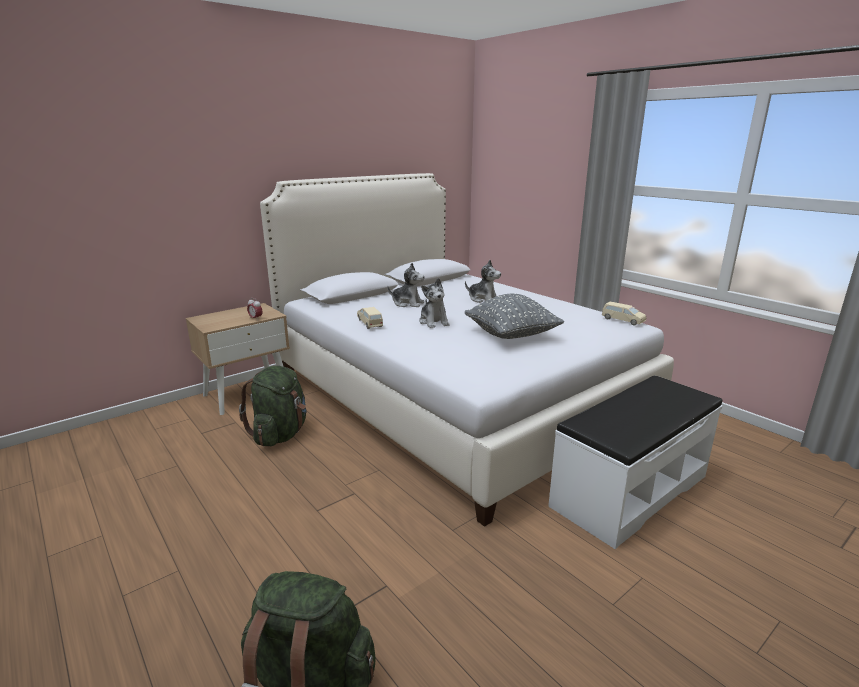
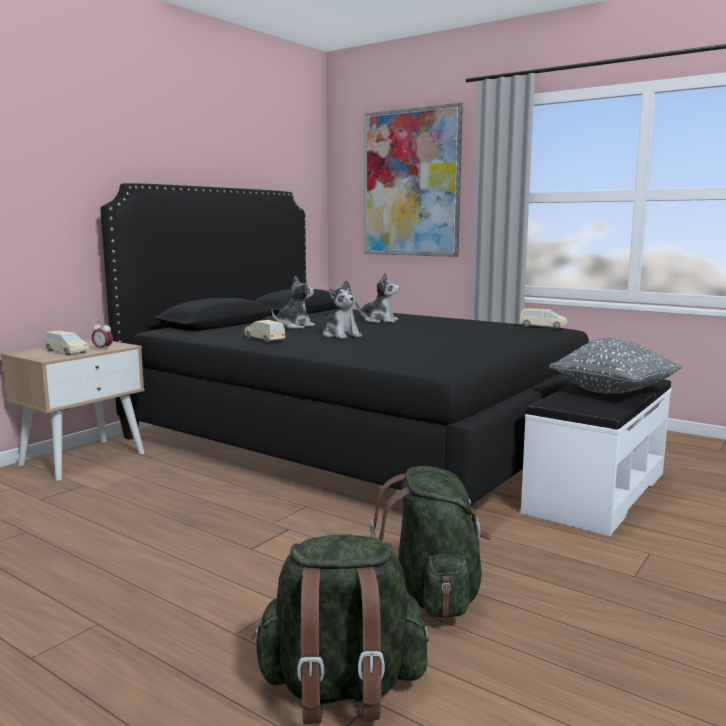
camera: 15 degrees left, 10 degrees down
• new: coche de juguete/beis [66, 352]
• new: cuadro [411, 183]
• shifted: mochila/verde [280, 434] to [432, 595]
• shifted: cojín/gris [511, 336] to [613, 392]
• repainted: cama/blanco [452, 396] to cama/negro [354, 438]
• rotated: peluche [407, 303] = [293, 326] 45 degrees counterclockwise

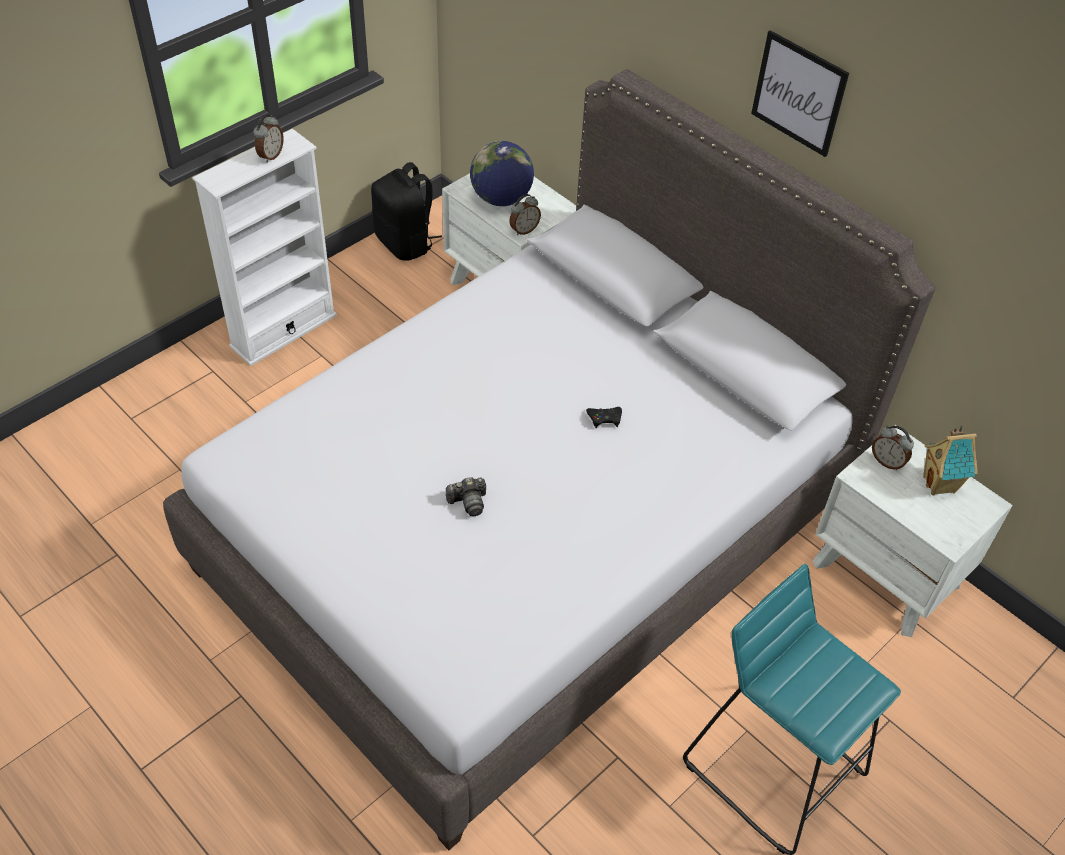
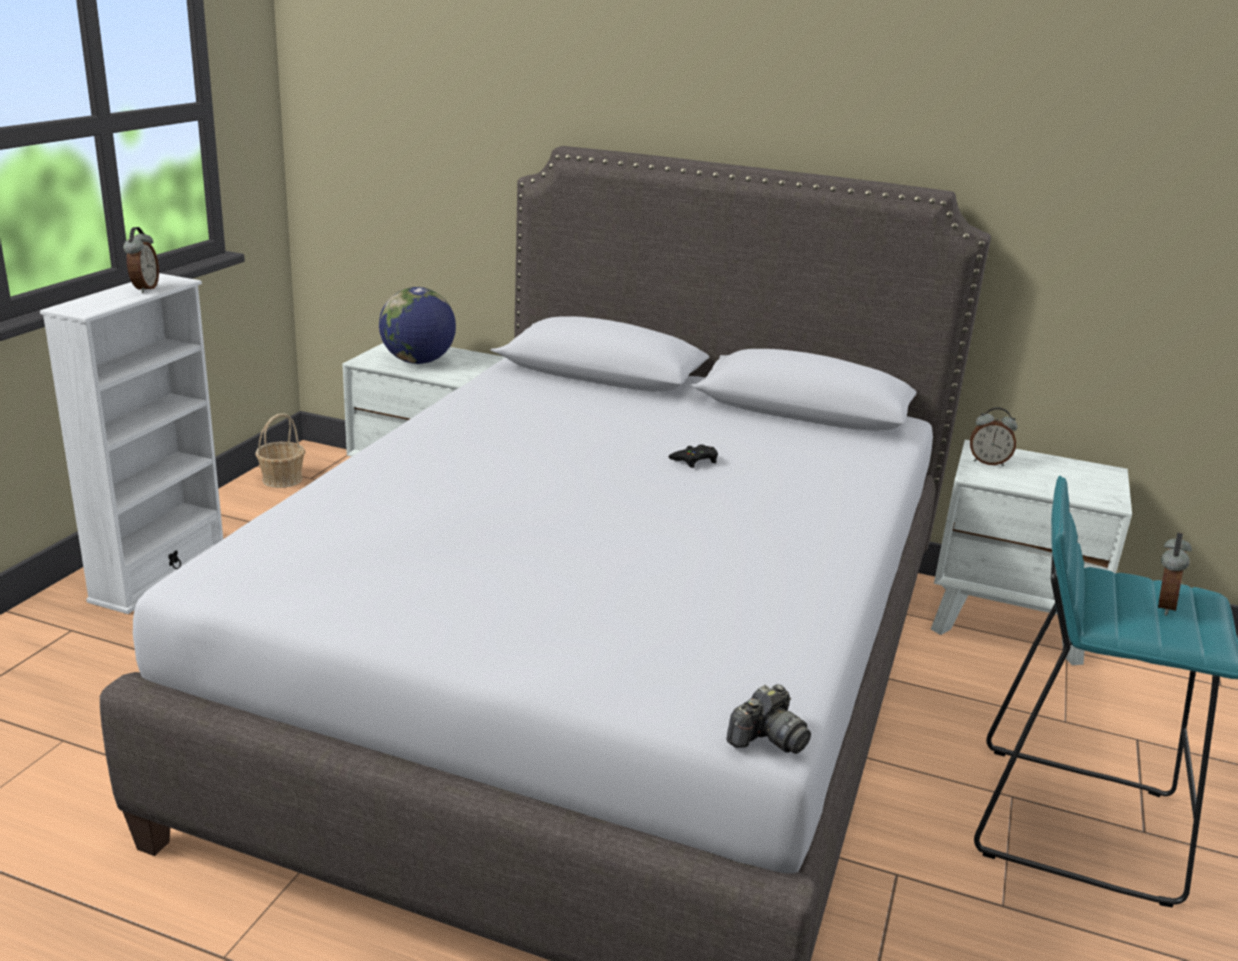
camera: 25 degrees left, 25 degrees down
• gone: cuadro [799, 93]
• gone: casita [940, 484]
• shifted: cámara [468, 502] to [767, 738]
• shifted: despertador [524, 230] to [1161, 605]
• swapped: mochila/negro [406, 243] to cesta [282, 479]

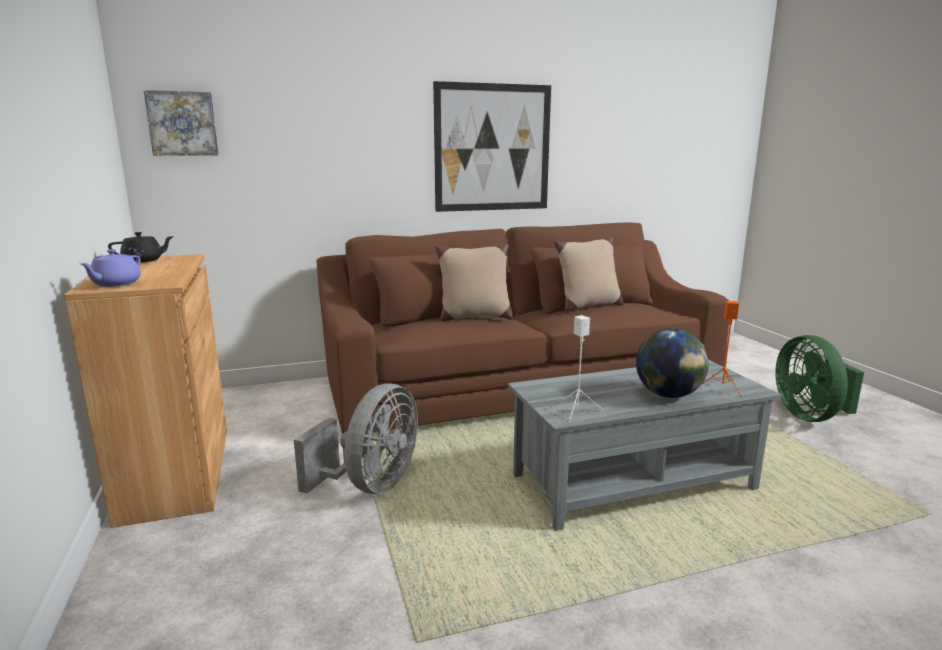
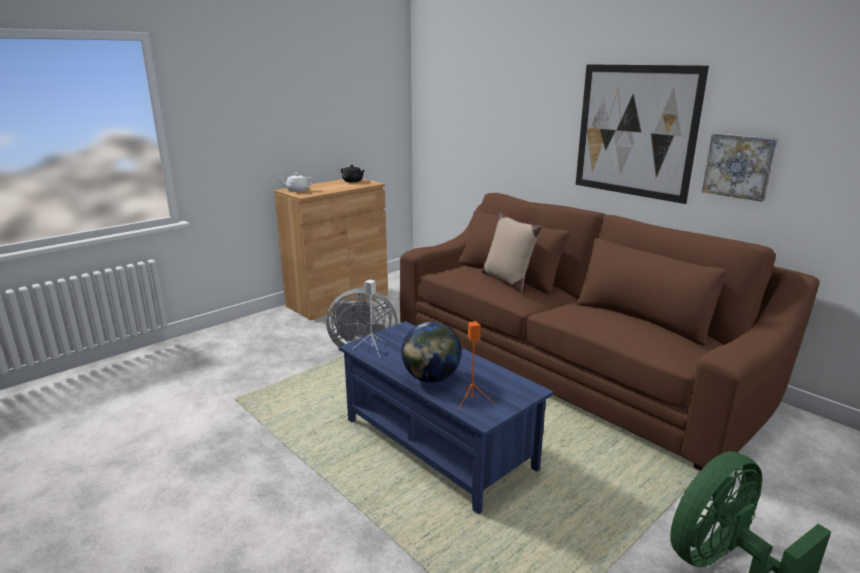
camera: 65 degrees right, 5 degrees up
• gone: cojín/beis [588, 306]
• shifted: cuadro [182, 124] to [739, 166]
• repainted: tetera/morado [115, 284] to tetera/blanco [296, 190]
• repainted: mesa de centro/gris [633, 482] to mesa de centro/azul [438, 444]

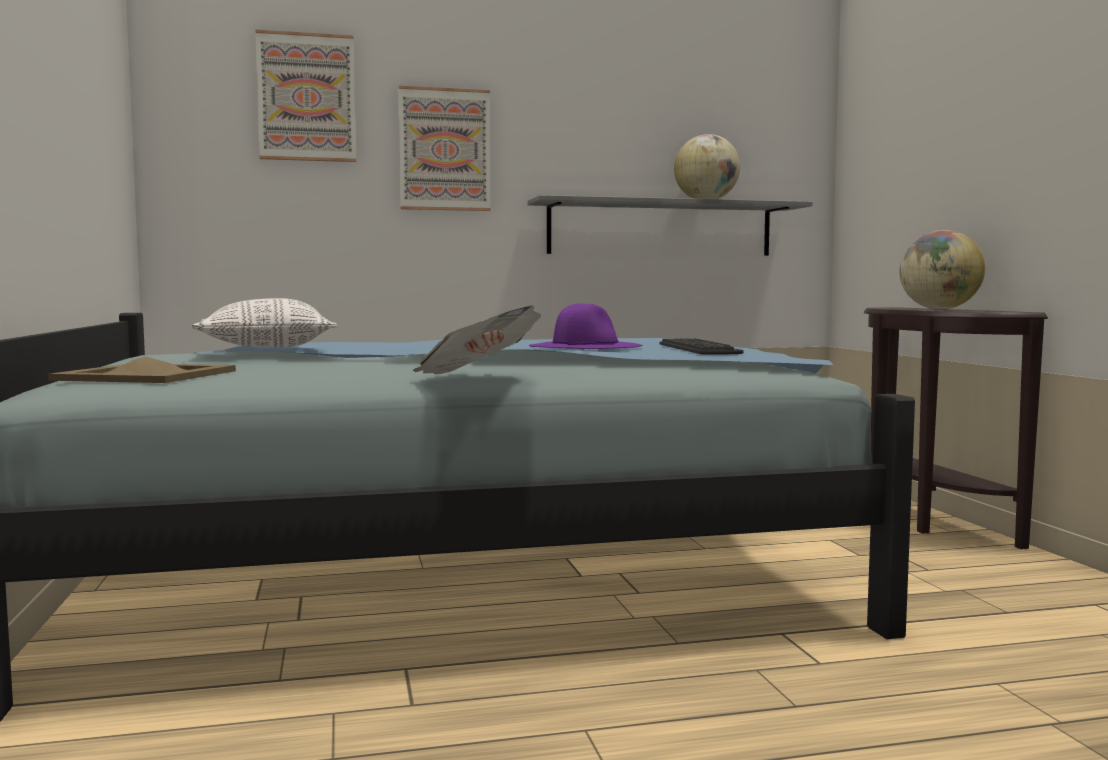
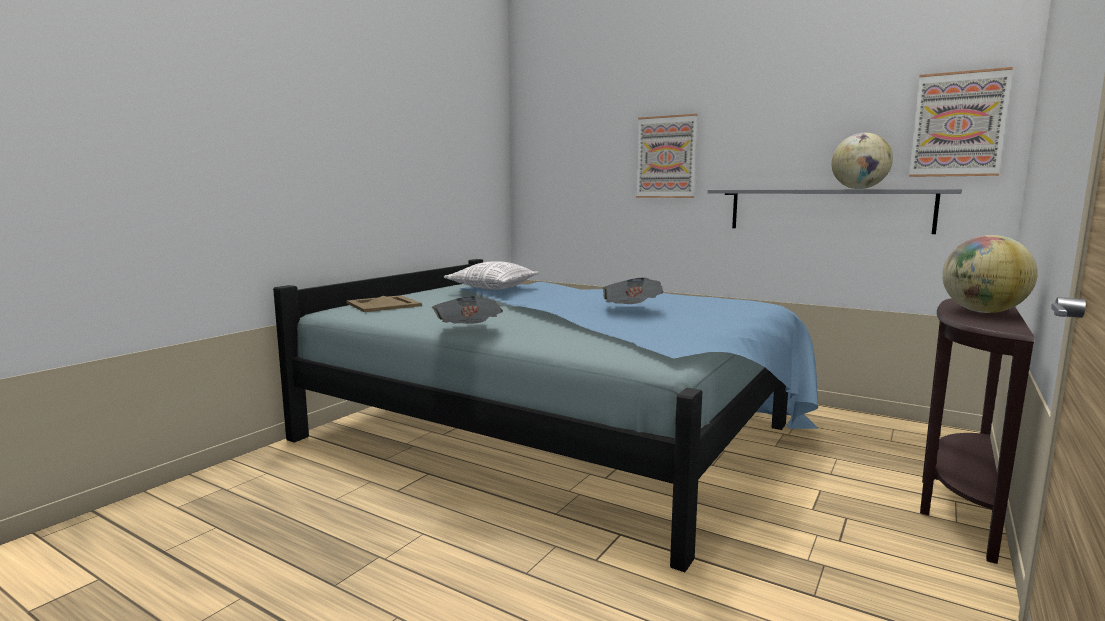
camera: 45 degrees right, 5 degrees up
• gone: teclado [698, 349]
• shifted: cuadro [306, 97] to [958, 124]
• swapped: sombrero/morado [585, 346] to periódico [631, 309]

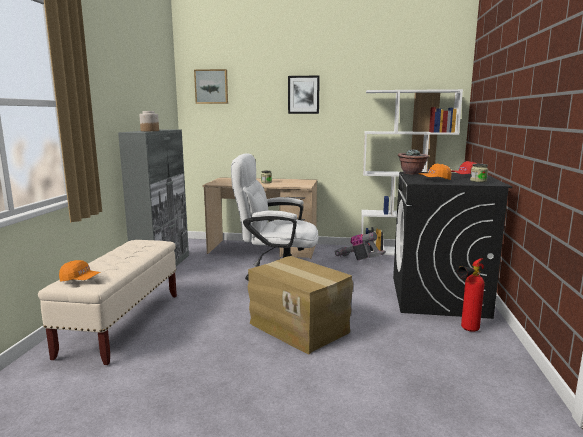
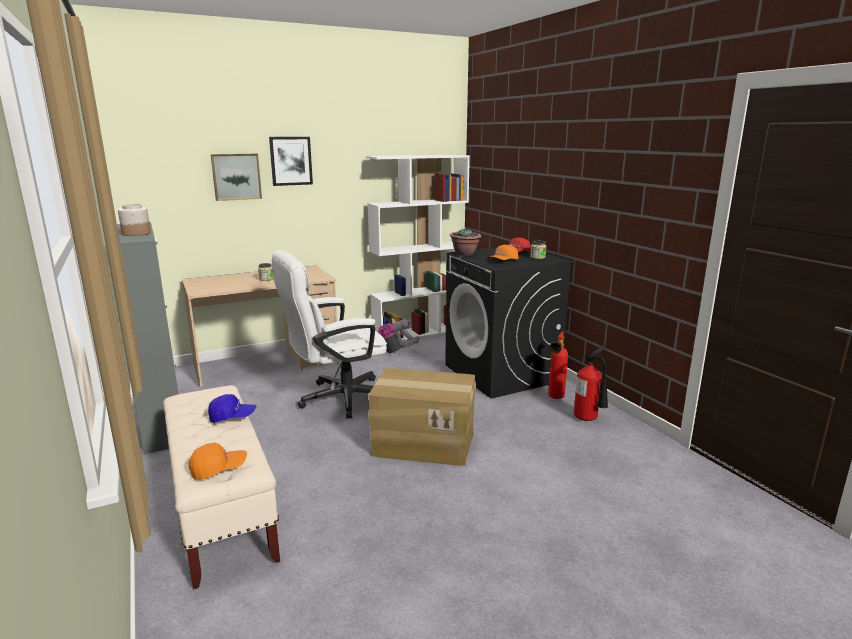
camera: 35 degrees left, 5 degrees up
• new: gorra/azul [232, 417]
• new: extintor [589, 419]
• shifted: cuadro [211, 86] to [236, 176]

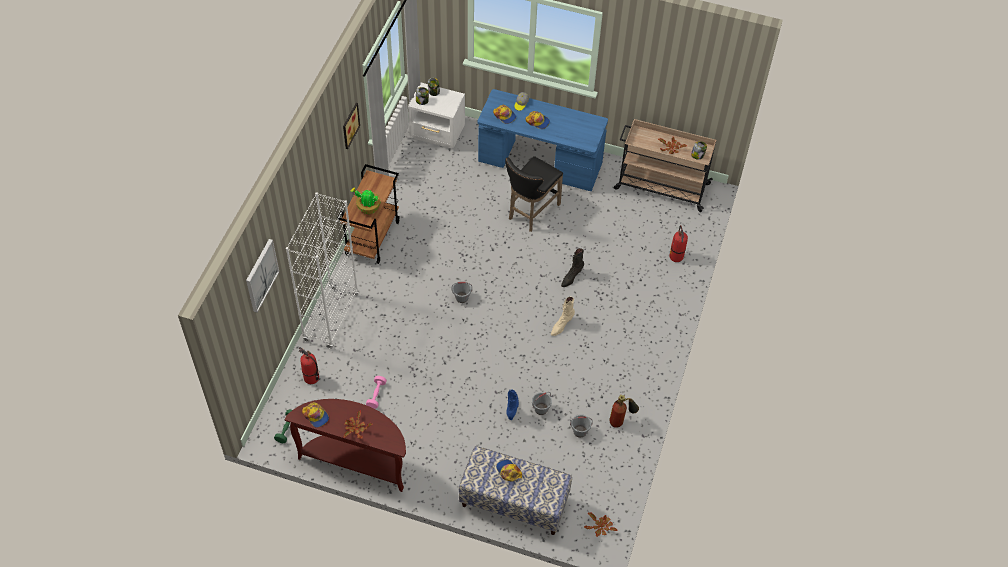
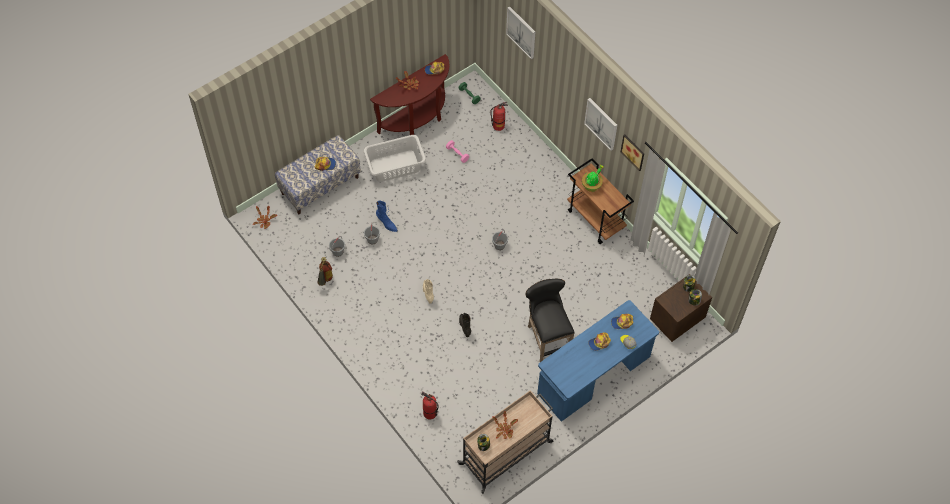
camera: 125 degrees right, 5 degrees up
• gone: estantería/blanco [331, 318]
• new: cesto de la ropa/gris [395, 166]
• new: cuadro [601, 123]
• repainted: mesita de noche/blanco [438, 134] to mesita de noche/marrón [675, 320]

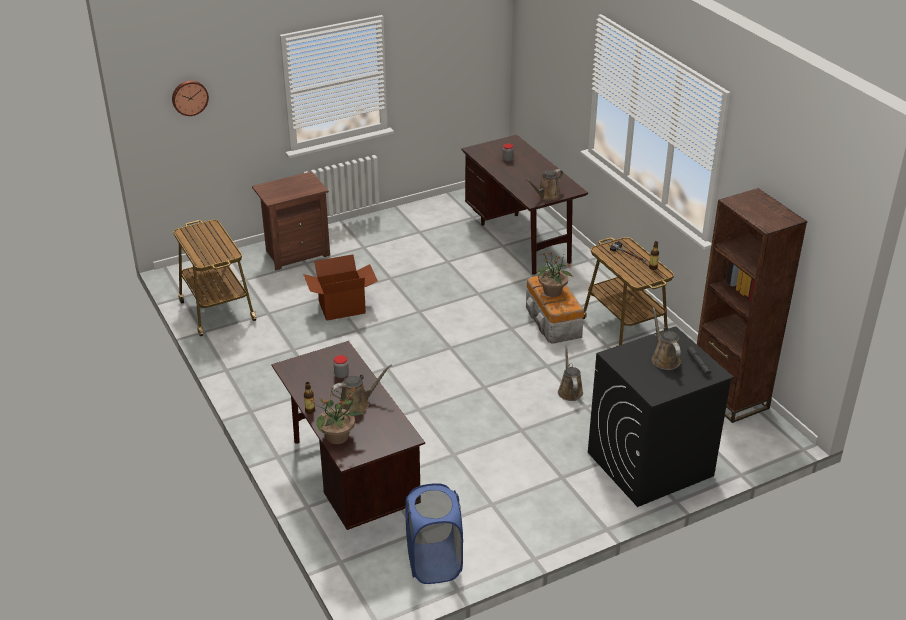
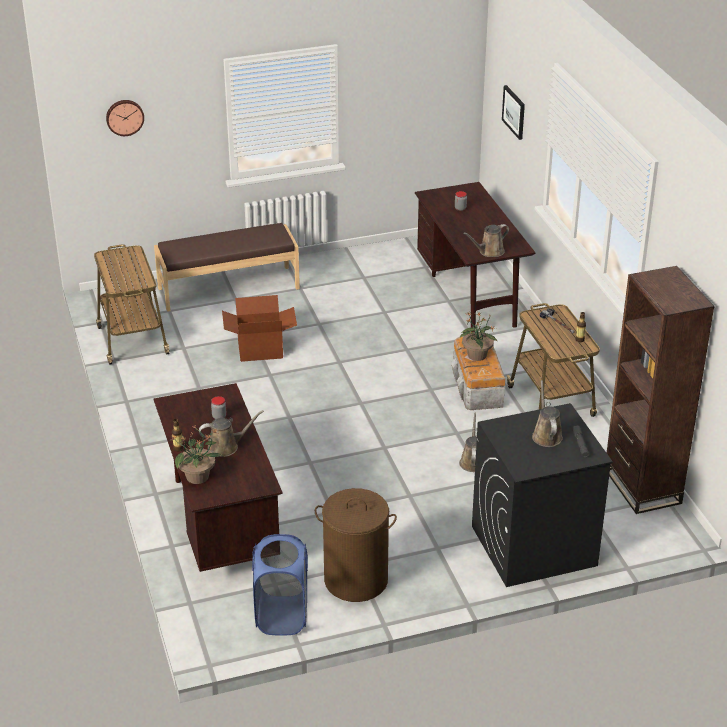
camera: 10 degrees right, 0 degrees up
• new: cesto de la ropa/marrón [355, 580]
• new: cuadro [514, 112]
• swapped: mesita de noche/marrón [296, 253] to banco/marrón [228, 288]

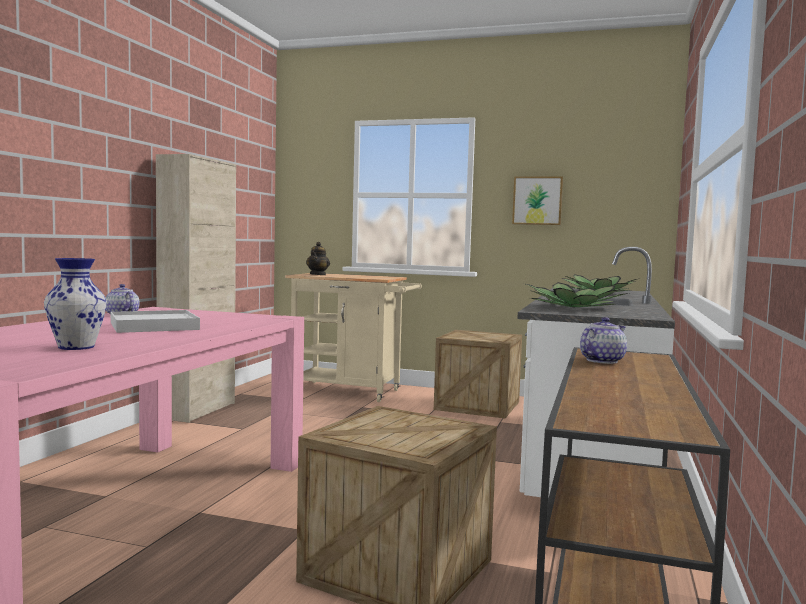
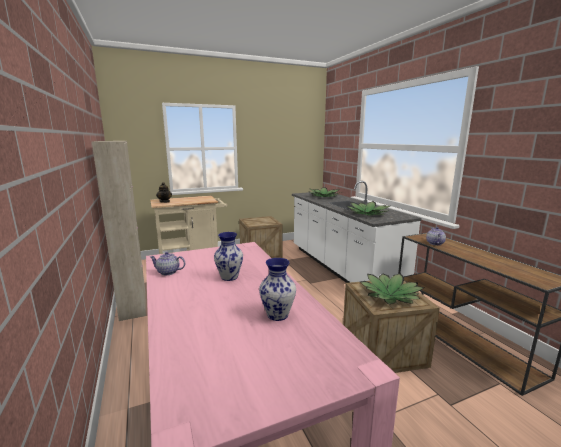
camera: 40 degrees left, 10 degrees up
• gone: cuadro [537, 201]
• new: planta en maceta [390, 295]
• swapped: bandeja/blanco [154, 326] to florero [229, 277]

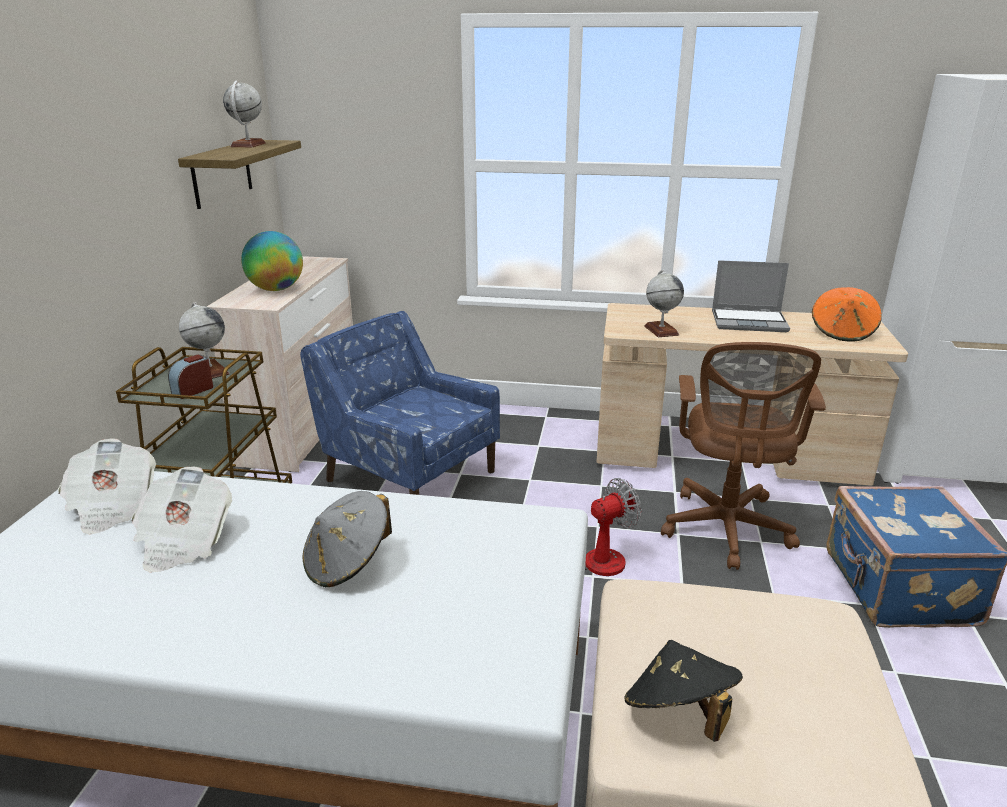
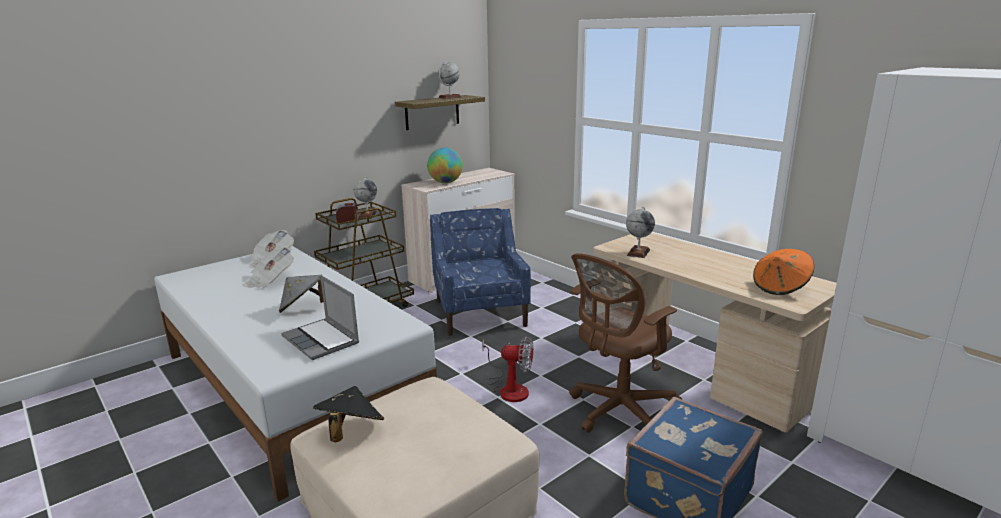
camera: 40 degrees right, 5 degrees down
• shifted: portátil [750, 322] to [322, 340]

